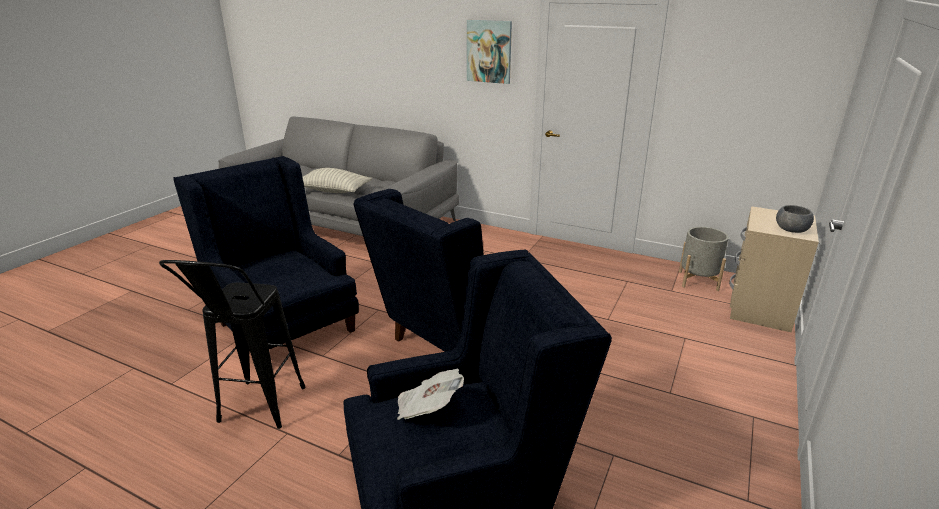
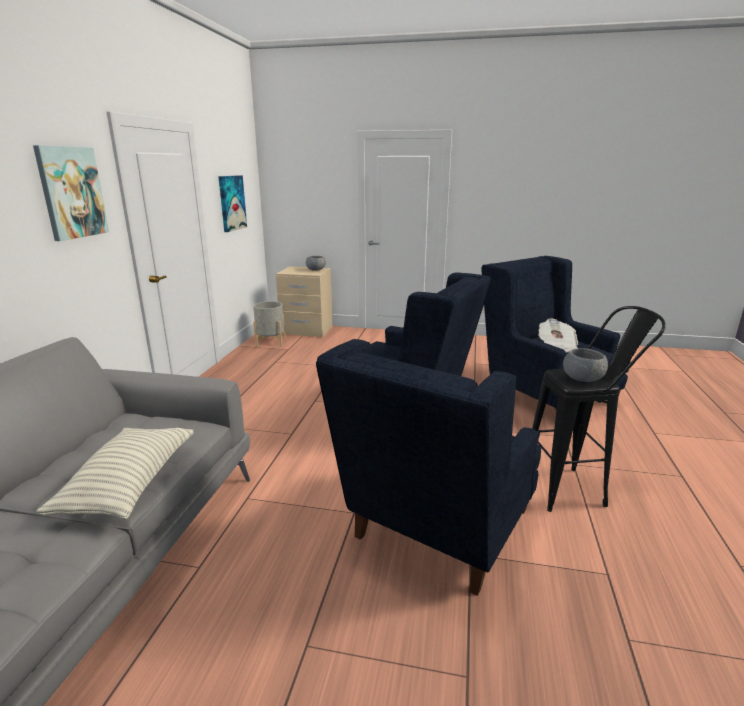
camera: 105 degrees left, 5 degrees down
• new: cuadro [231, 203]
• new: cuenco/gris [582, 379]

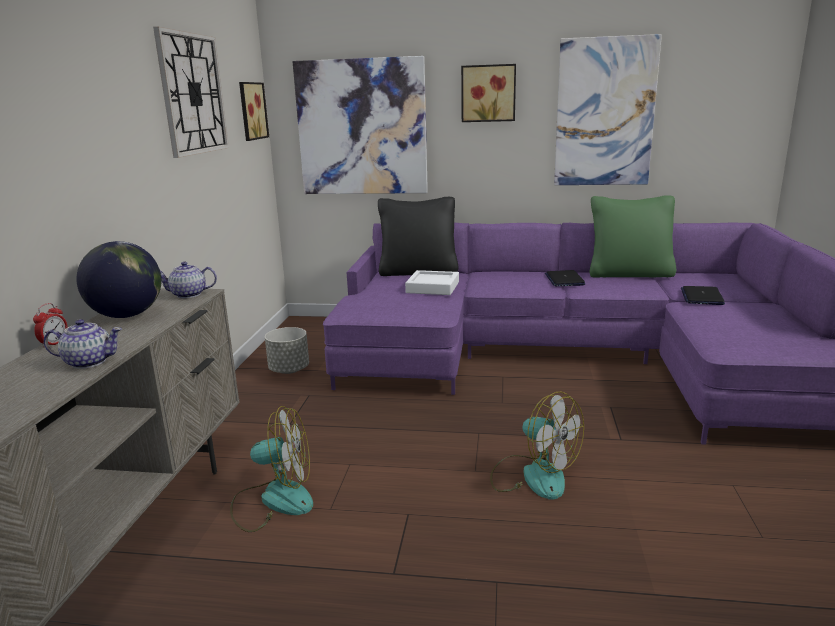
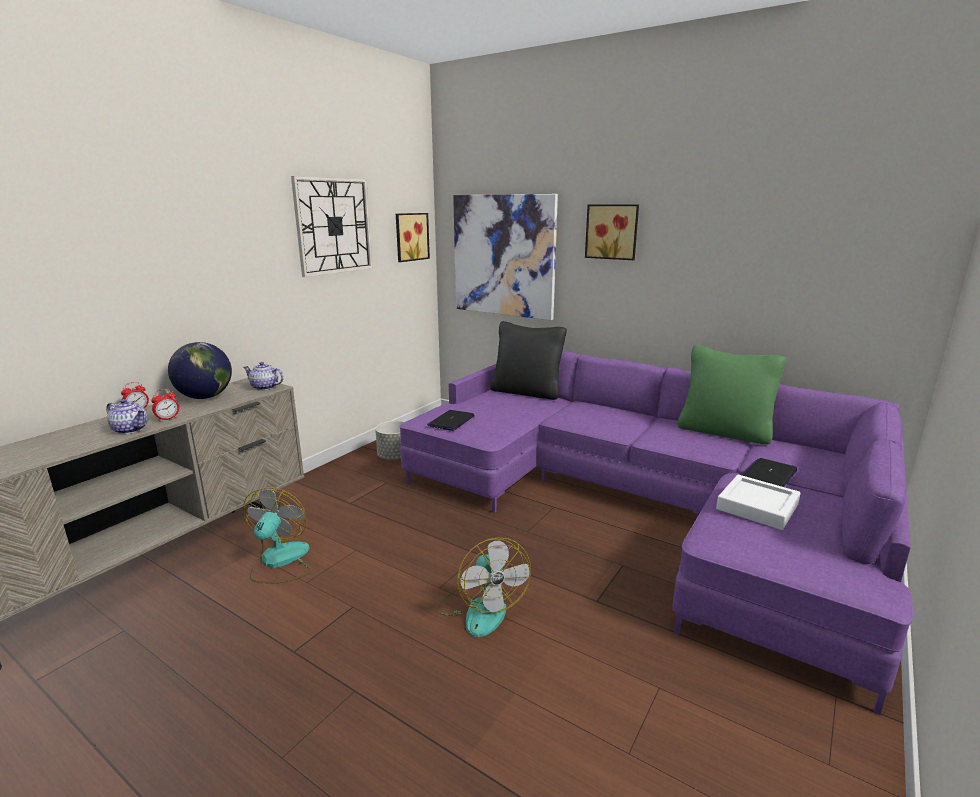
camera: 25 degrees right, 0 degrees up
• gone: cuadro [605, 113]
• new: despertador [167, 418]
• shifted: bandeja/blanco [433, 287] to [757, 507]
• shifted: portátil [564, 279] to [451, 421]
• rotated: ventilador [274, 500] = [279, 562] 105 degrees counterclockwise

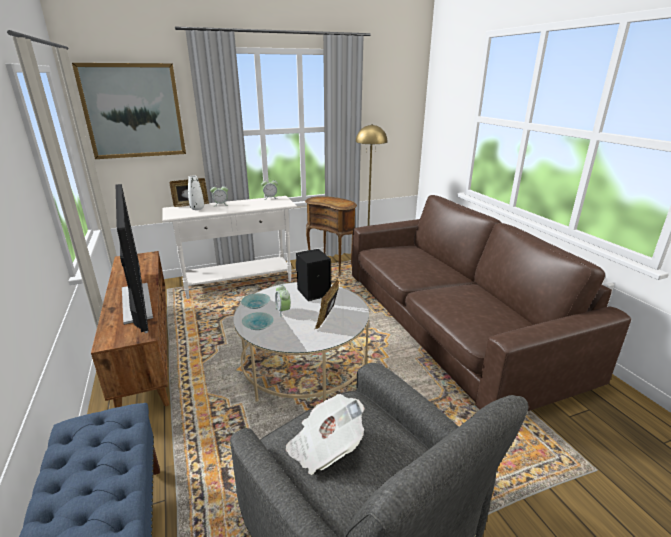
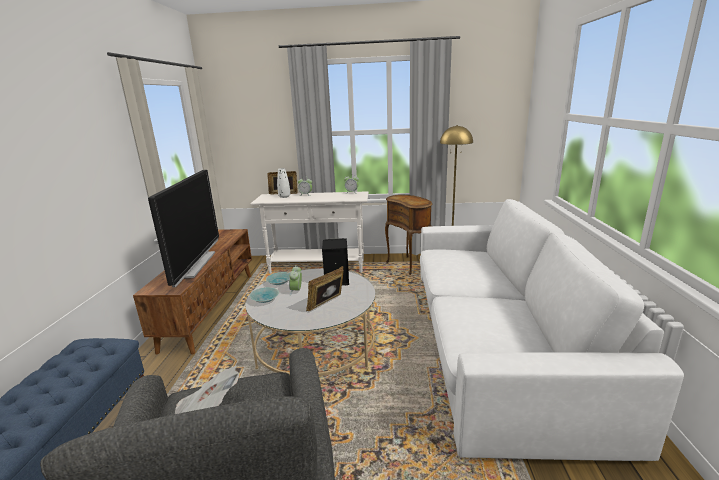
camera: 25 degrees right, 5 degrees down
• gone: cuadro [133, 111]
• repainted: sofá/marrón [450, 322] to sofá/blanco [495, 339]

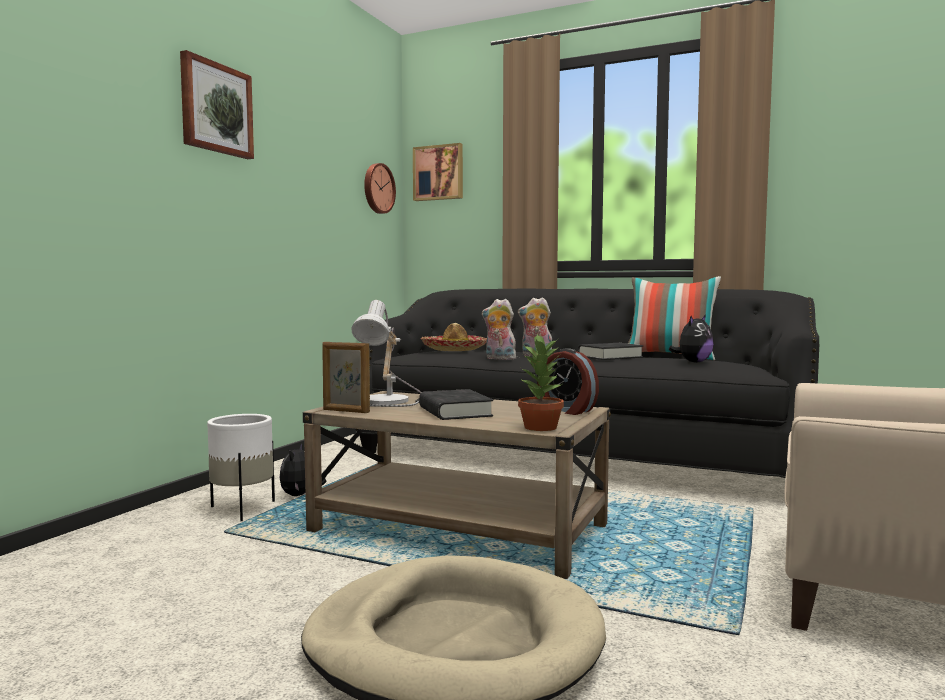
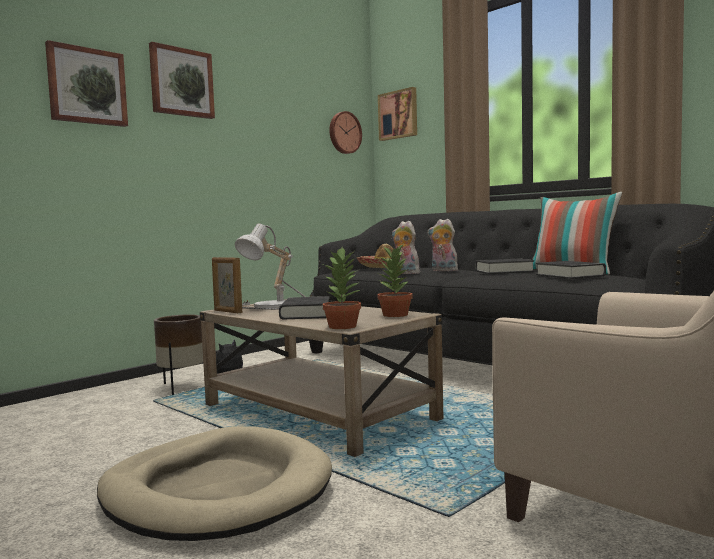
camera: 20 degrees right, 0 degrees up
• new: cuadro [87, 86]
• swapped: despertador [565, 410] to planta en maceta [396, 315]
• swapped: peluche [693, 362] to libro/negro [570, 275]
• repainted: maceta/blanco [243, 509] to maceta/marrón [182, 387]

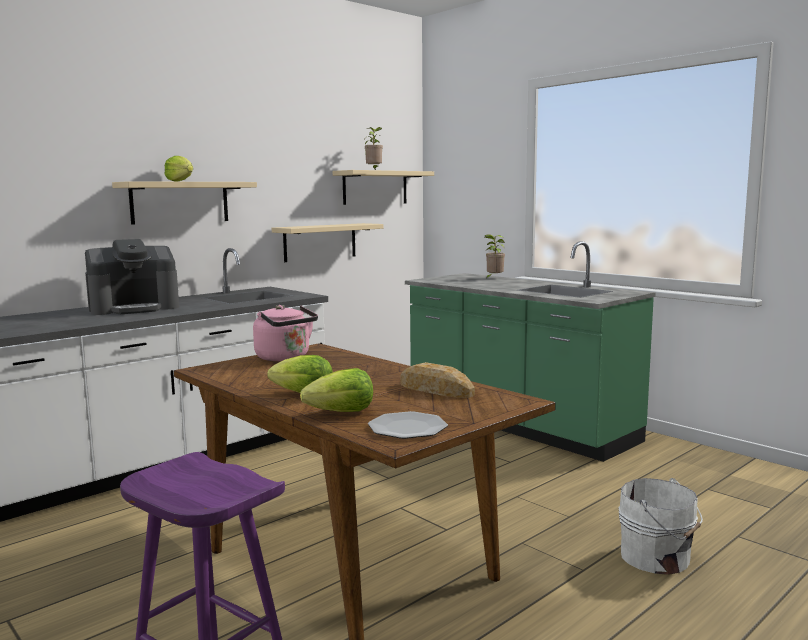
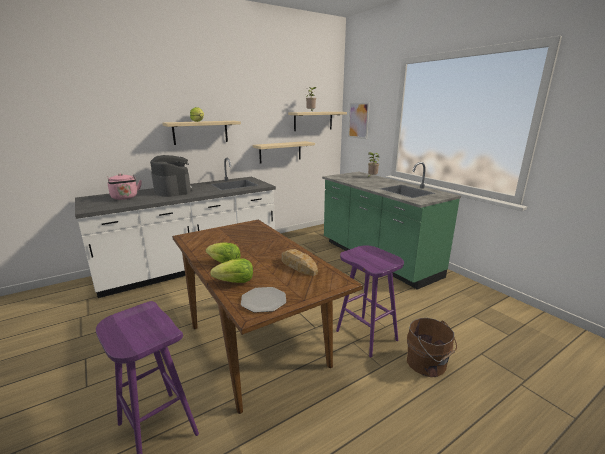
camera: 10 degrees right, 10 degrees up
• new: taburete/morado [367, 335]
• new: cuadro [358, 120]
• shifted: hervidor/rosa [285, 358] to [125, 198]
• repainted: cubo/blanco [657, 558] to cubo/marrón [427, 364]
• rotated: cafetera [134, 308] = [173, 191] 105 degrees counterclockwise

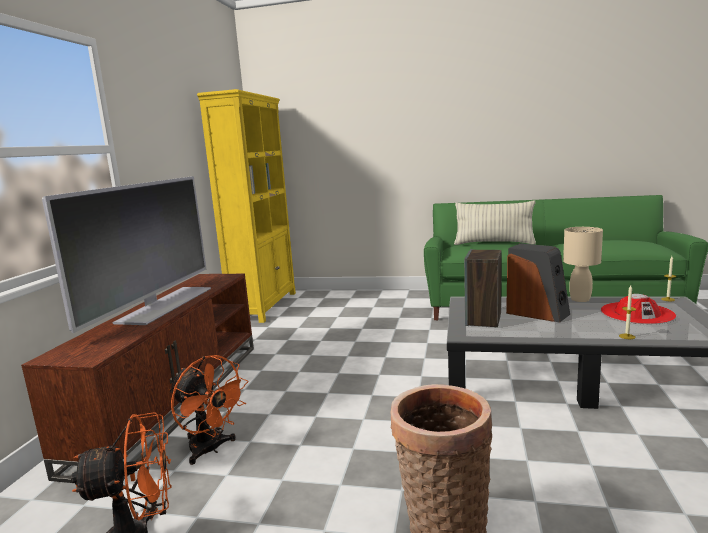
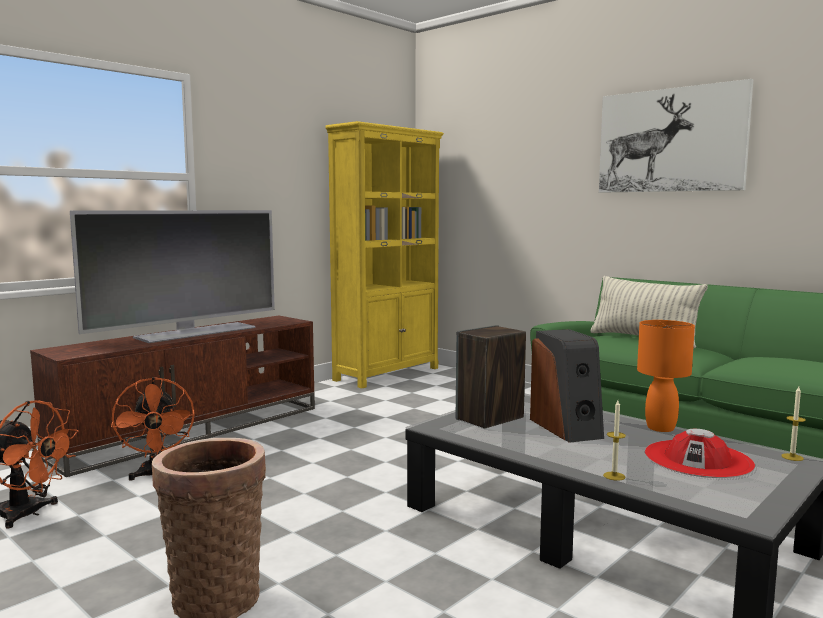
camera: 30 degrees right, 5 degrees down
• new: cuadro [670, 140]
• repainted: lámpara de mesa/beis [580, 299] to lámpara de mesa/naranja [660, 428]

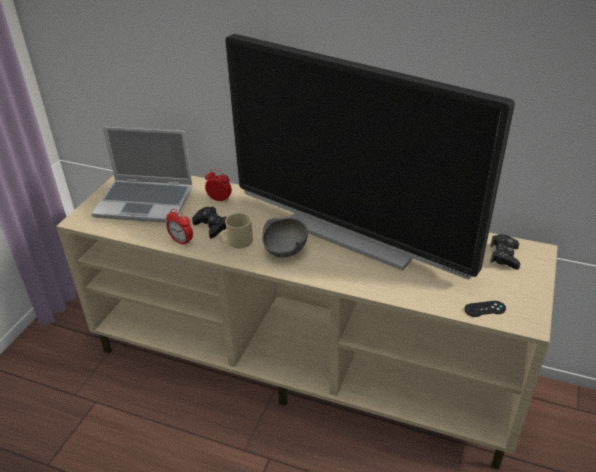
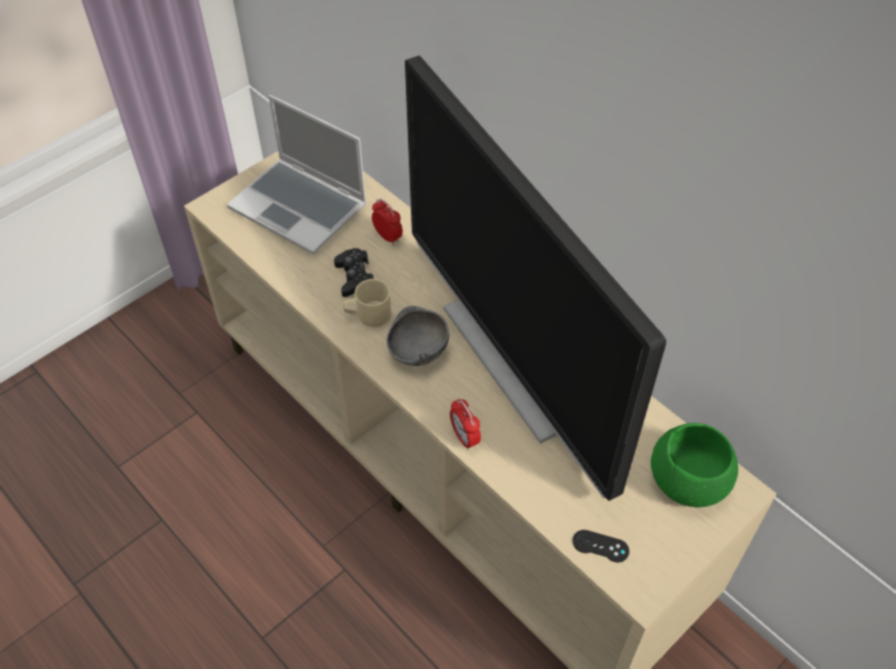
camera: 25 degrees right, 15 degrees up
• shifted: despertador [181, 241] to [464, 437]
• swapped: mando de consola/negro [504, 256] to cuenco/verde [688, 479]

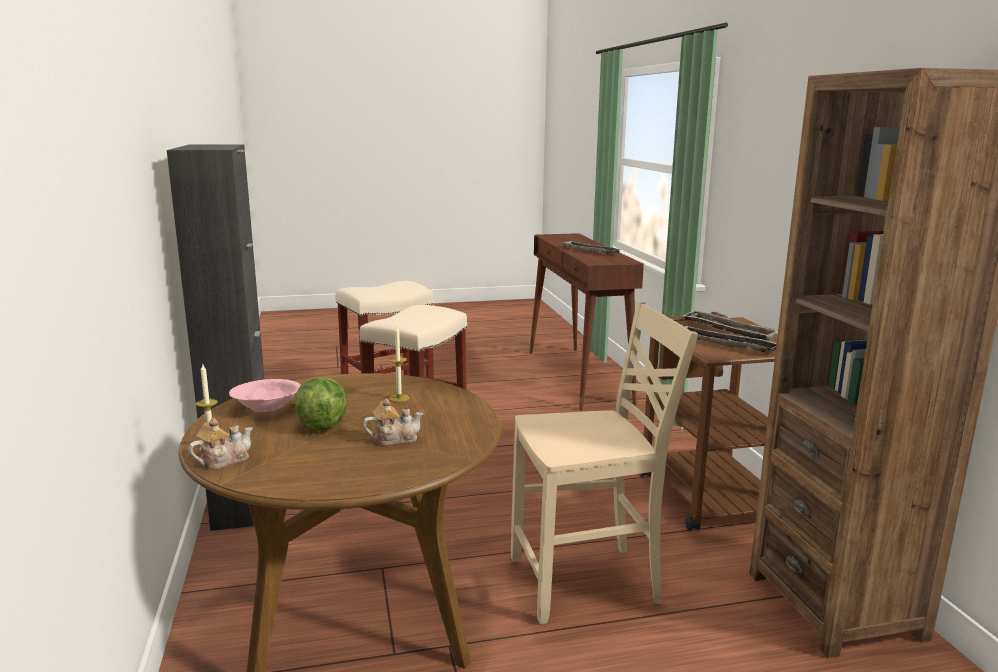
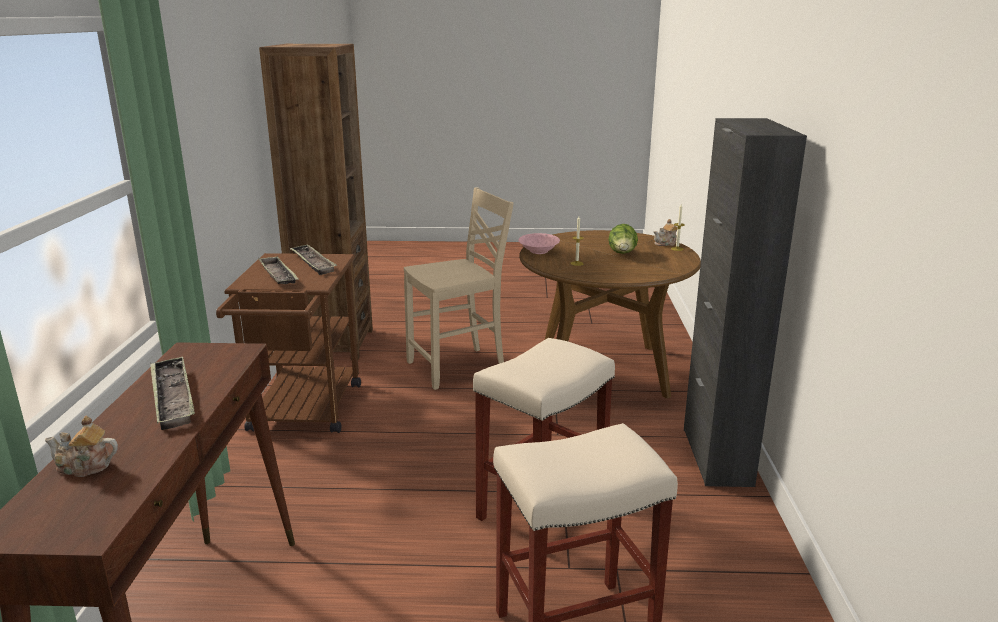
camera: 165 degrees left, 5 degrees up
• shifted: cuenco/rosa [267, 408] to [539, 251]
• shifted: tetera [394, 439] to [85, 467]
• rotated: silla/beis [588, 582] = [458, 367] 150 degrees clockwise

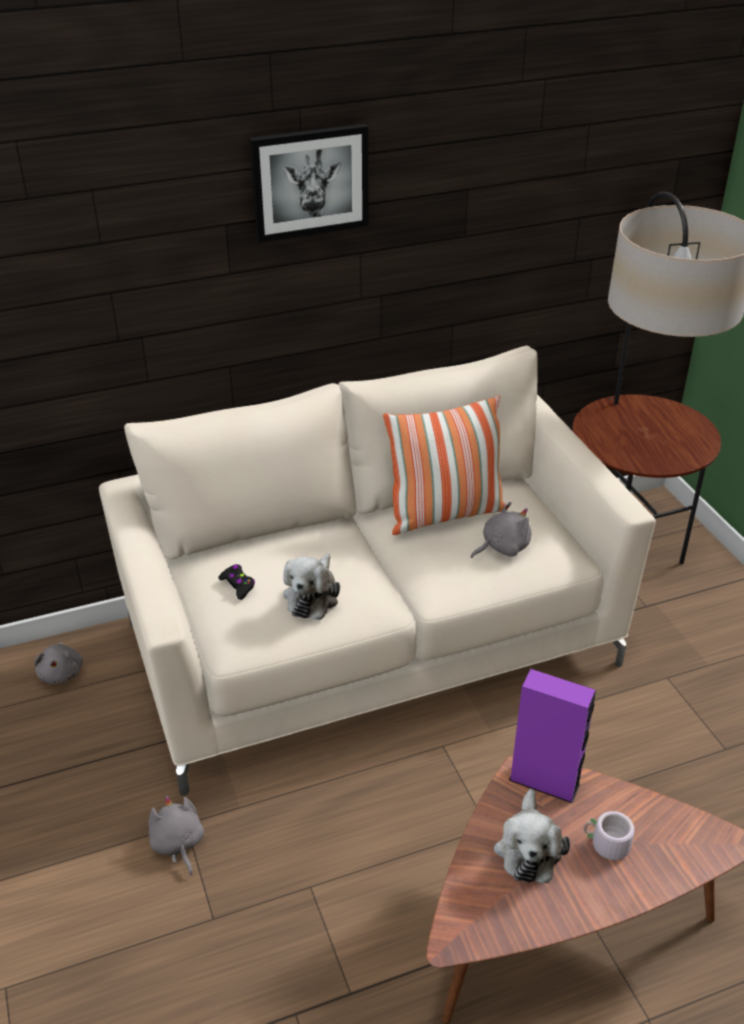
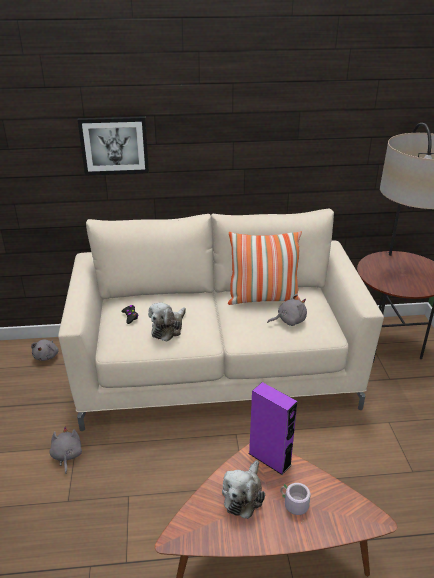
camera: 15 degrees right, 5 degrees down
• shifted: cuadro [309, 182] to [114, 145]

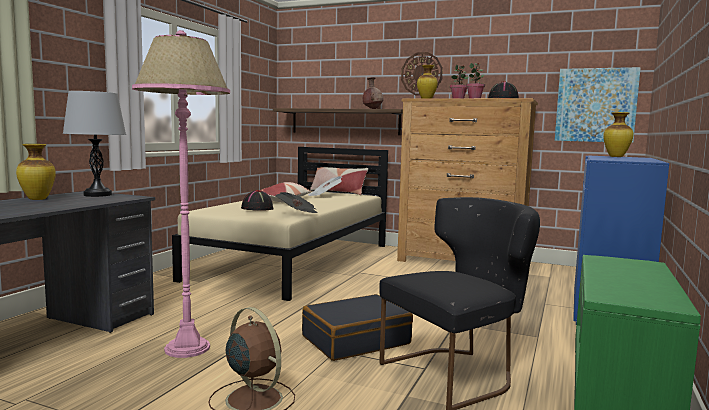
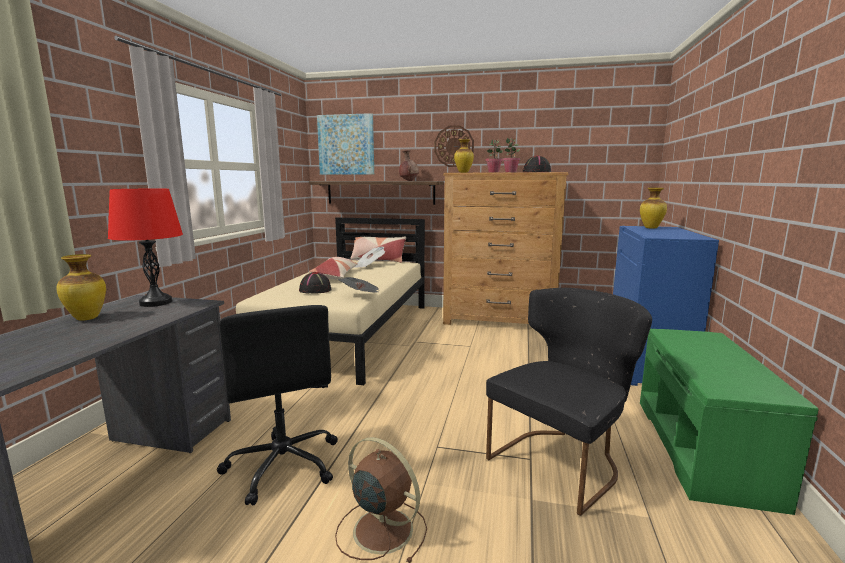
camera: 10 degrees left, 5 degrees up
• gone: maleta/negro [355, 340]
• shifted: cuadro [595, 105] to [346, 145]
• swapped: lámpara de pie/rosa [187, 348] to silla de oficina/negro [283, 464]
• repainted: lámpara de mesa/gris [97, 195] to lámpara de mesa/rojo [156, 302]

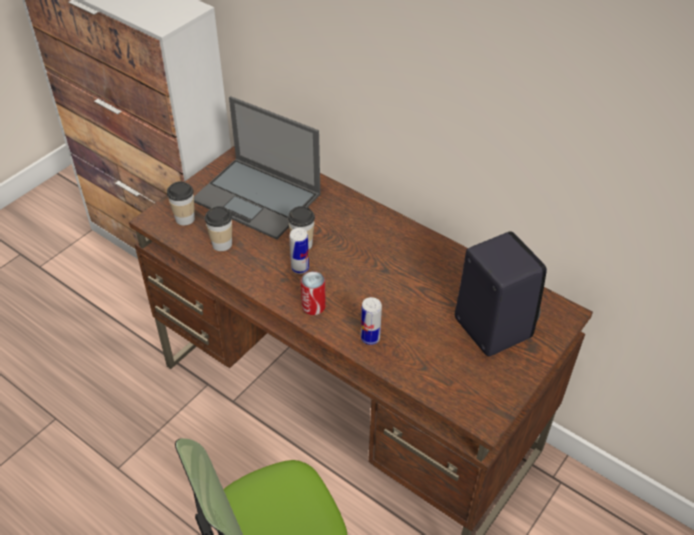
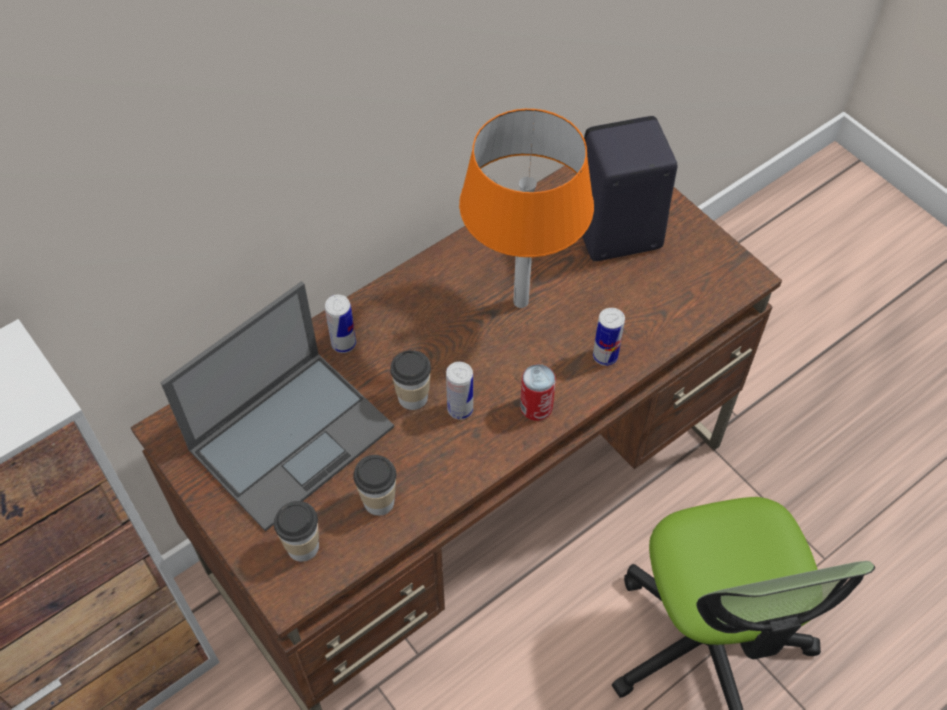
camera: 75 degrees left, 10 degrees up
• new: lata [343, 343]
• new: lámpara de mesa/naranja [521, 301]

